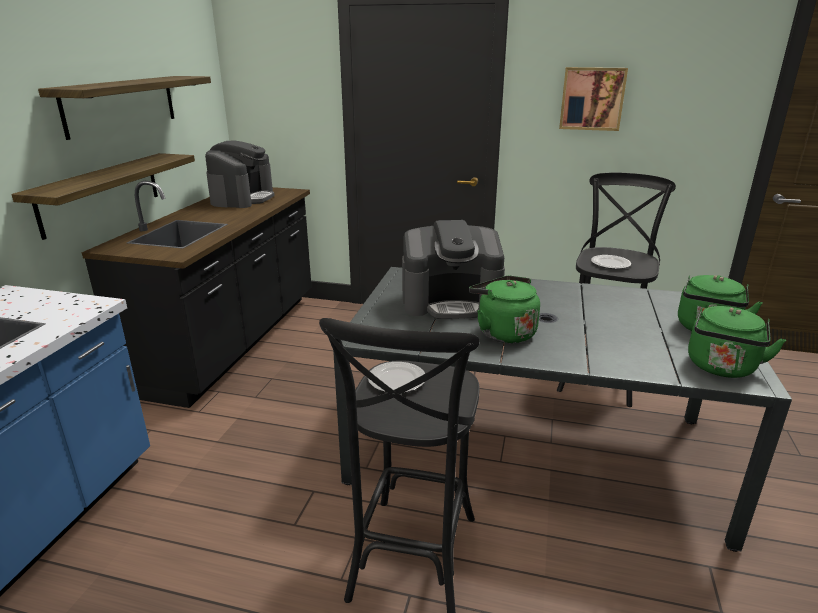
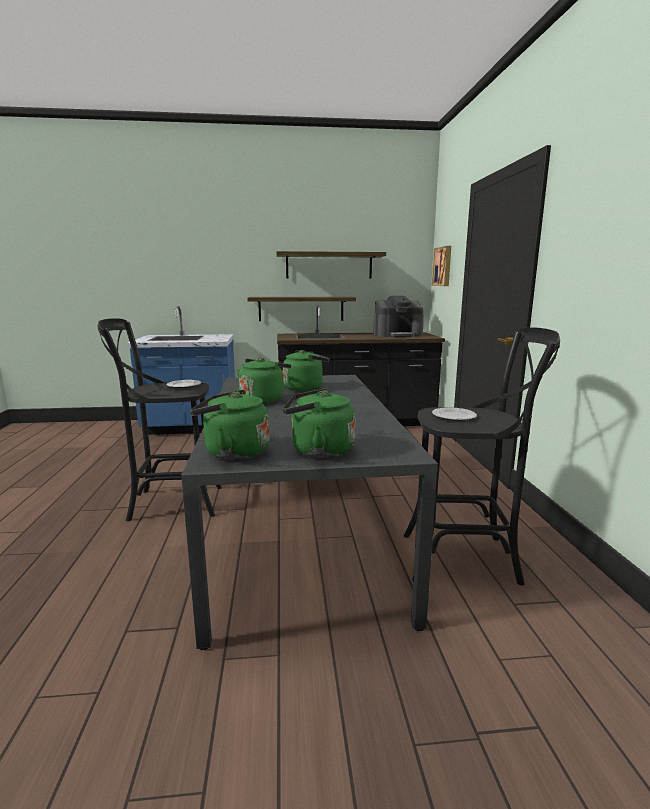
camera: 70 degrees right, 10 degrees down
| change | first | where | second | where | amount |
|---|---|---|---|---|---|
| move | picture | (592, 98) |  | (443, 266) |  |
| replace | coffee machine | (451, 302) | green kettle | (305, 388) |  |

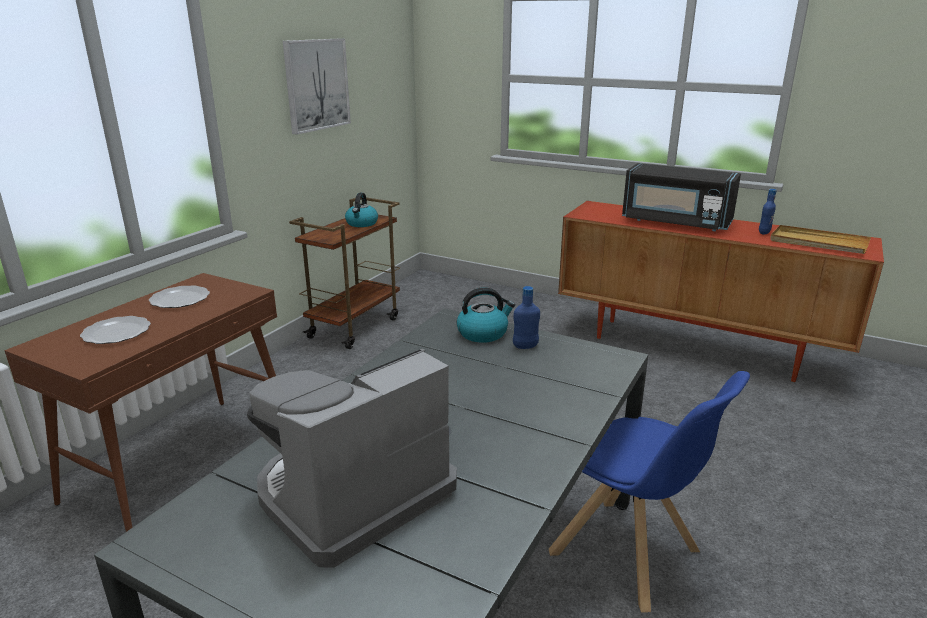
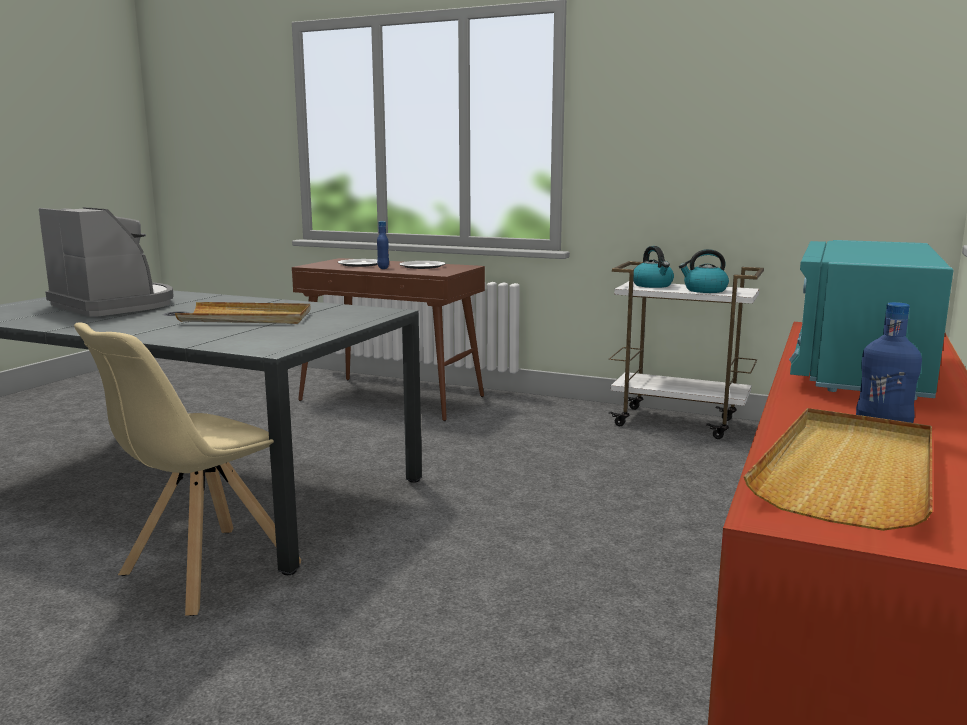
camera: 85 degrees right, 10 degrees down
| change | first | where | second | where | amount |
|---|---|---|---|---|---|
| delete | picture | (316, 85) |  |  |  |
| recolor | black microwave | (675, 222) | turquoise microwave | (860, 370) |  |
| recolor | brown cart | (356, 327) | white cart | (679, 423) |  |
| move | blue bottle | (525, 346) |  | (383, 268) |  |
| move | kettle | (483, 333) |  | (653, 285) |  |
| recolor | blue chair | (631, 555) | beige chair | (203, 572) |  |
| insert |  |  | beige tray | (247, 318) |  |

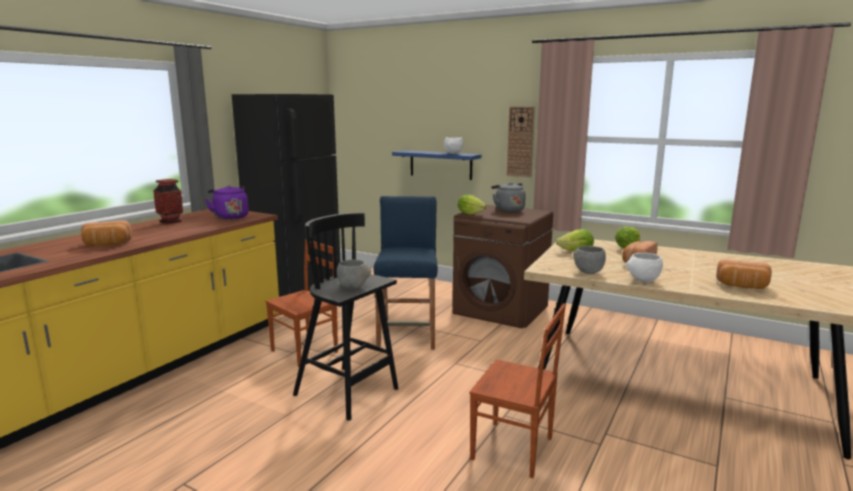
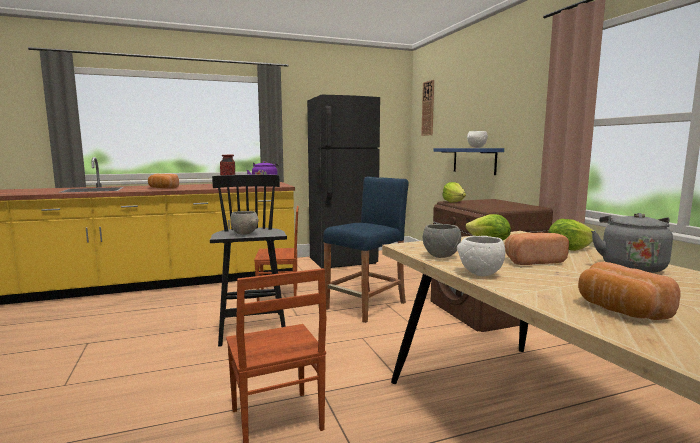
camera: 40 degrees right, 5 degrees down
| change | first | where | second | where | amount |
|---|---|---|---|---|---|
| move | wall clock | (520, 141) |  | (428, 108) |  |
| move | grey kettle | (508, 210) |  | (630, 266) |  |

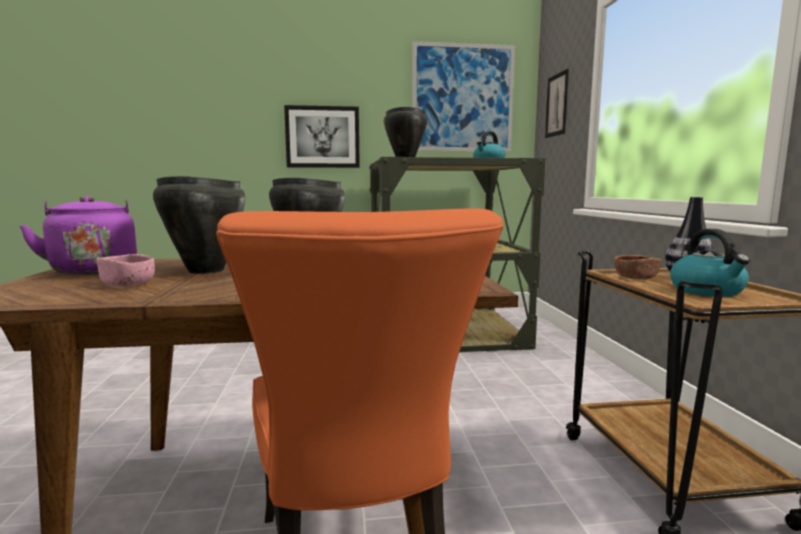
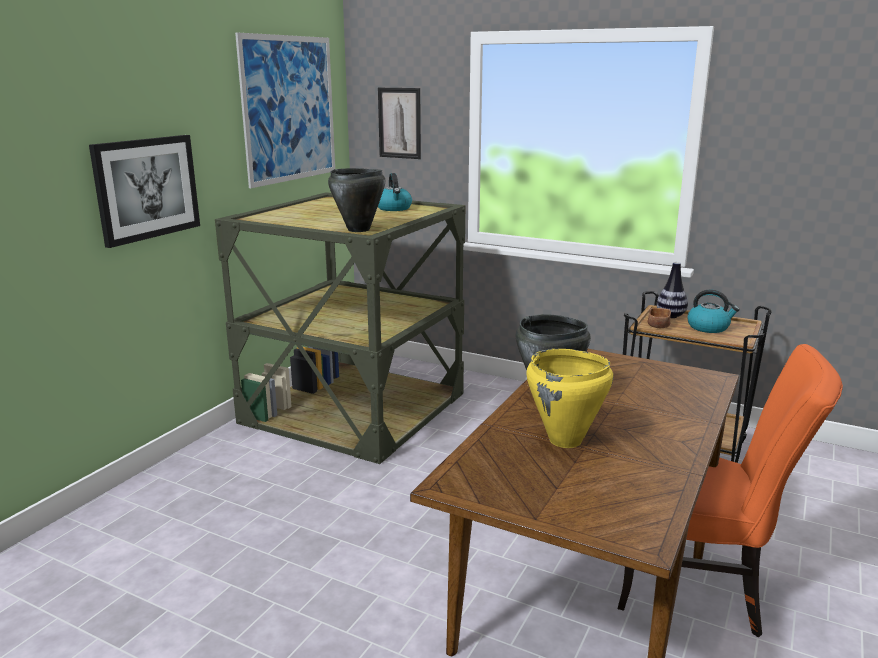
camera: 55 degrees left, 10 degrees up
| change | first | where | second | where | amount |
|---|---|---|---|---|---|
| recolor | black cooking pot | (205, 271) | yellow cooking pot | (565, 441) |  |
| delete | purple kettle | (93, 269) |  |  |  |
| delete | pink bowl | (127, 284) |  |  |  |

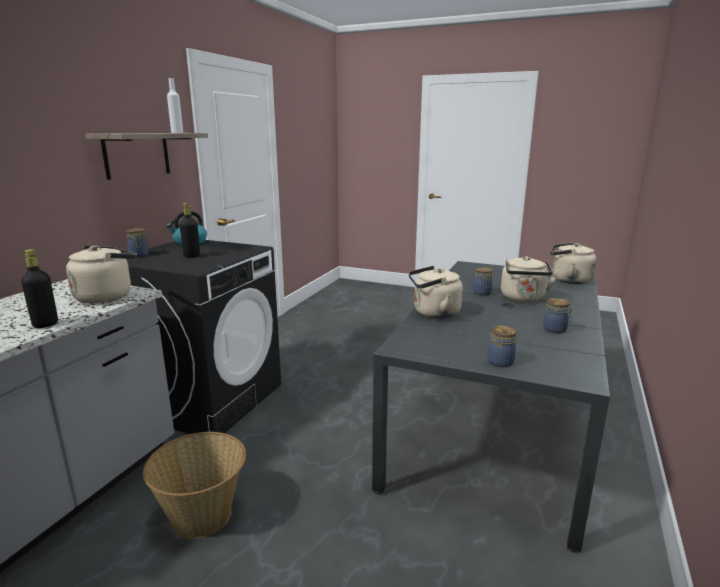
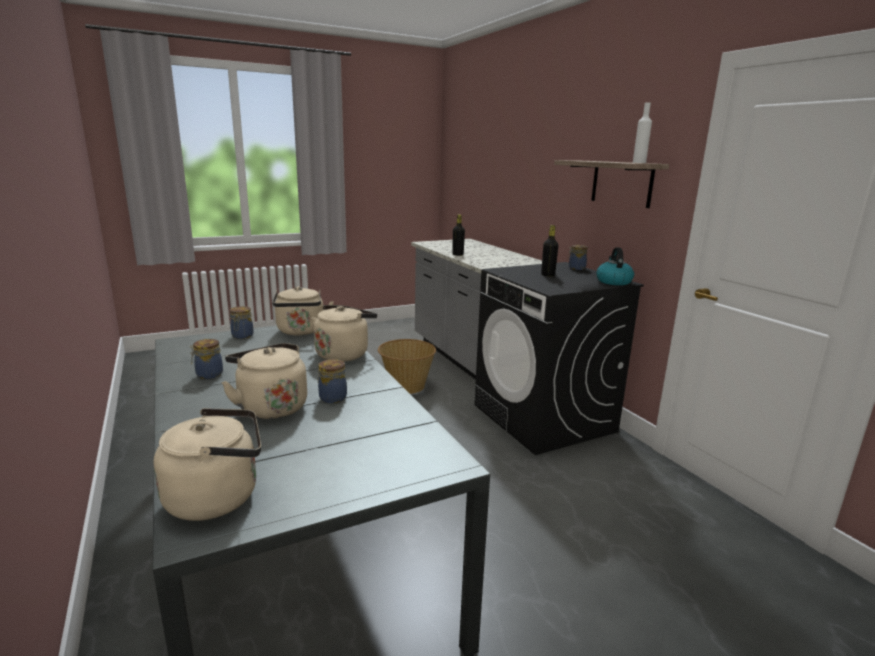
camera: 130 degrees right, 0 degrees up
| change | first | where | second | where | amount |
|---|---|---|---|---|---|
| move | beige kettle | (107, 296) |  | (301, 331) |  |

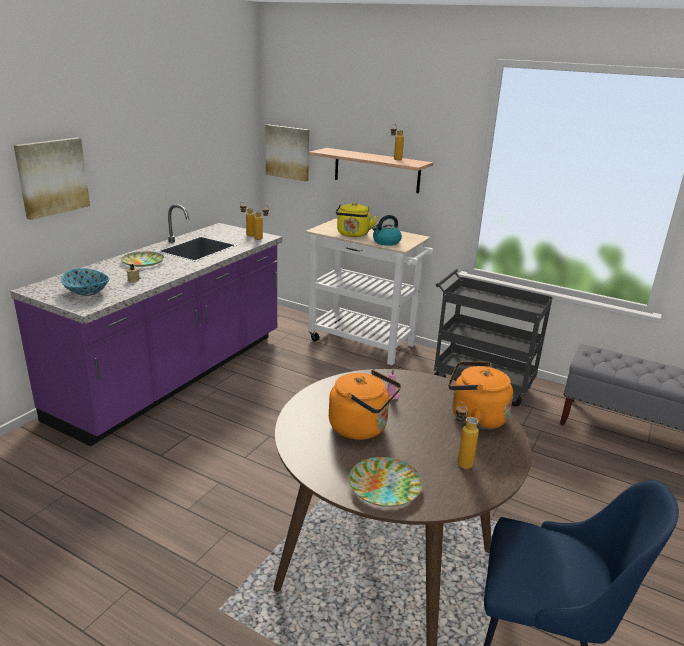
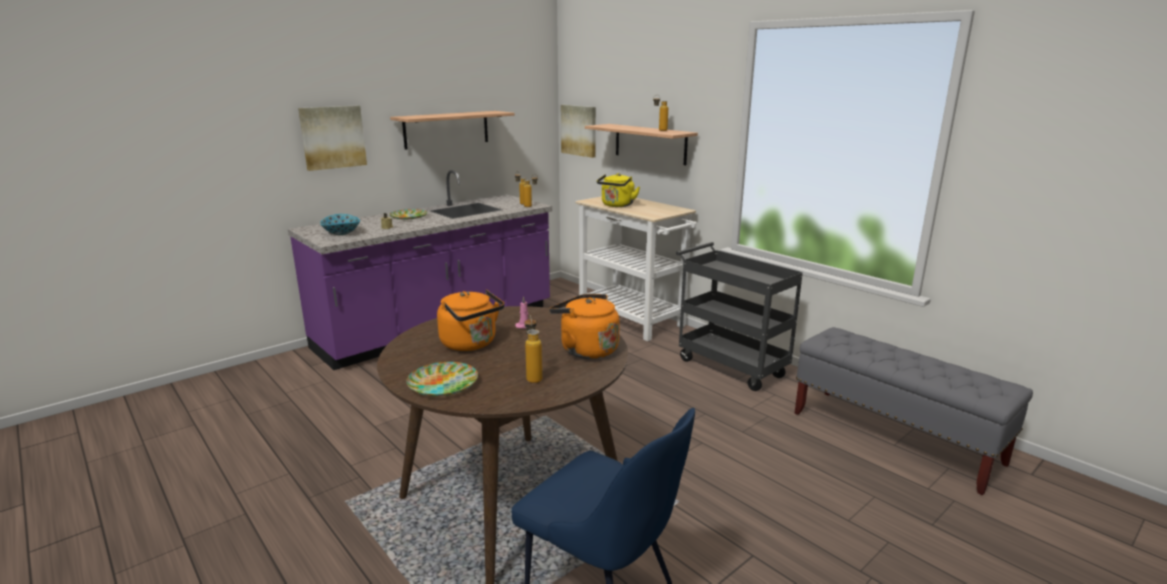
camera: 20 degrees right, 5 degrees down
| change | first | where | second | where | amount |
|---|---|---|---|---|---|
| delete | kettle | (386, 242) |  |  |  |
| insert |  |  | shelf | (446, 129) |  |

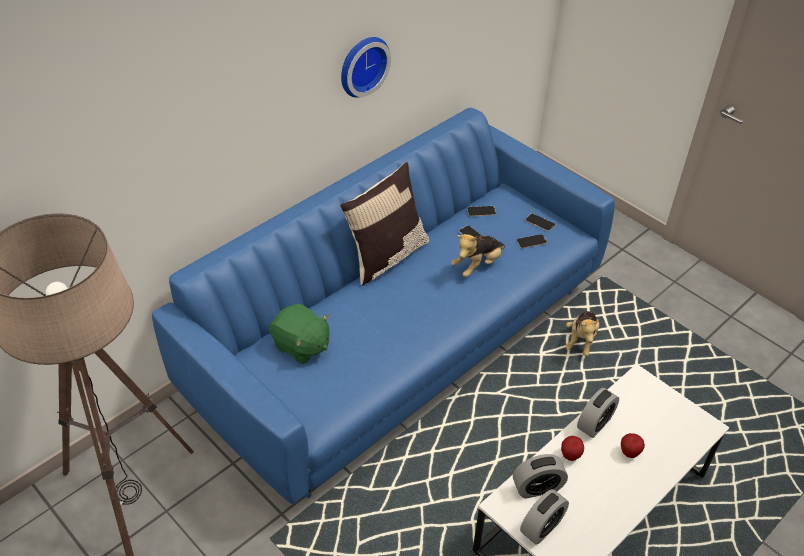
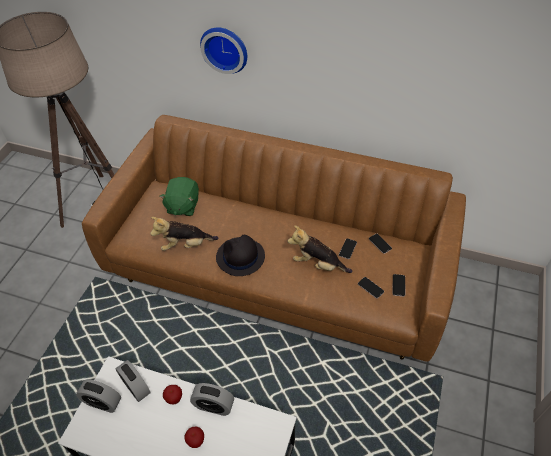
camera: 65 degrees right, 5 degrees up
| change | first | where | second | where | amount |
|---|---|---|---|---|---|
| move | wall clock | (361, 65) |  | (225, 48) |  |
| recolor | blue sofa | (399, 341) | brown sofa | (277, 271) |  |
| delete | pillow | (386, 257) |  |  |  |
| move | plush toy | (581, 340) |  | (185, 245) |  |
| insert |  |  | black hat | (240, 257) |  |

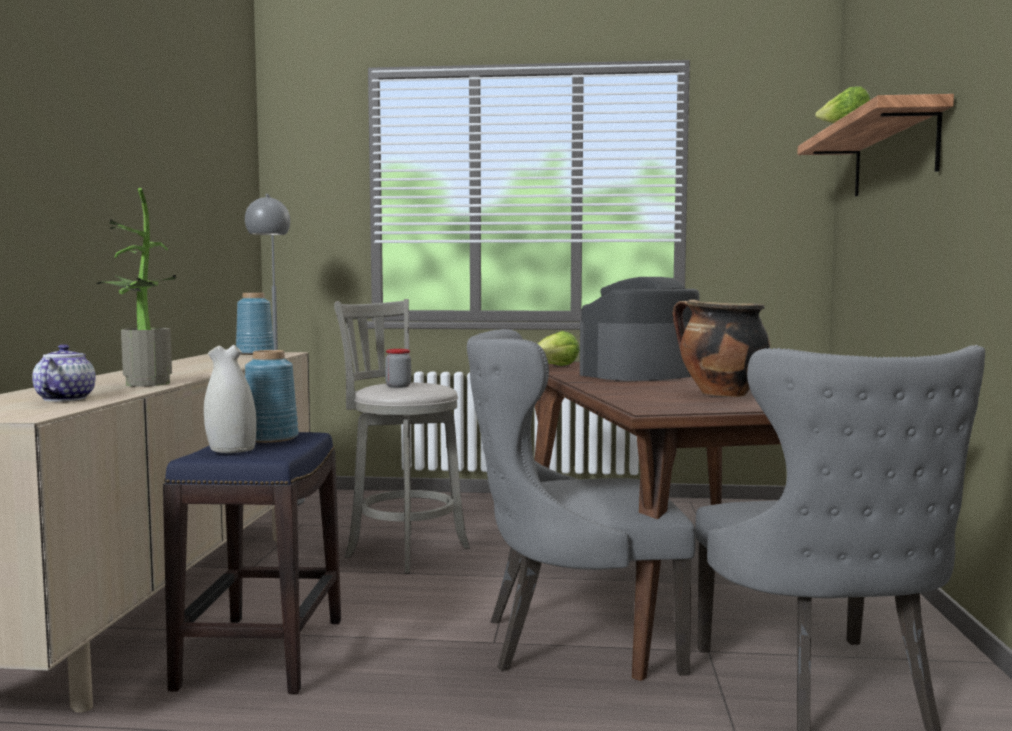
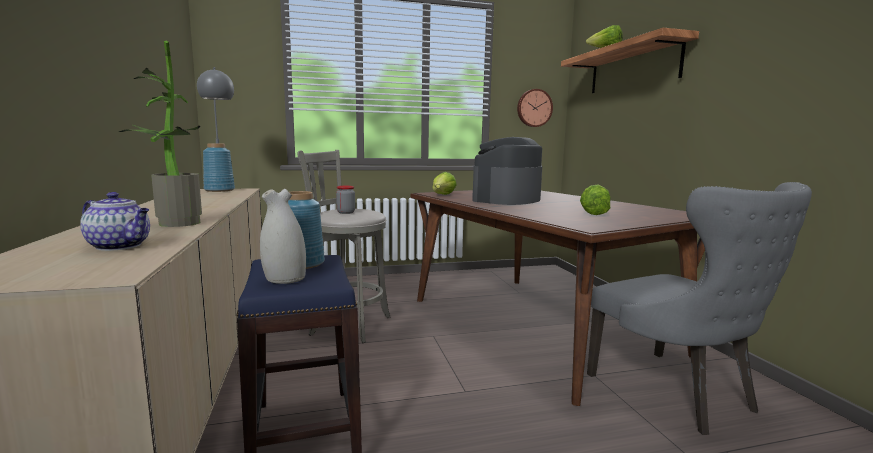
camera: 20 degrees left, 5 degrees up
| change | first | where | second | where | amount |
|---|---|---|---|---|---|
| replace | cooking pot | (720, 394) | lettuce | (592, 213) |  |
| delete | grey chair | (572, 641) |  |  |  |
| rotate | teapot | (65, 399) |  | (120, 246) | 135 degrees clockwise |
| insert |  |  | wall clock | (534, 108) |  |

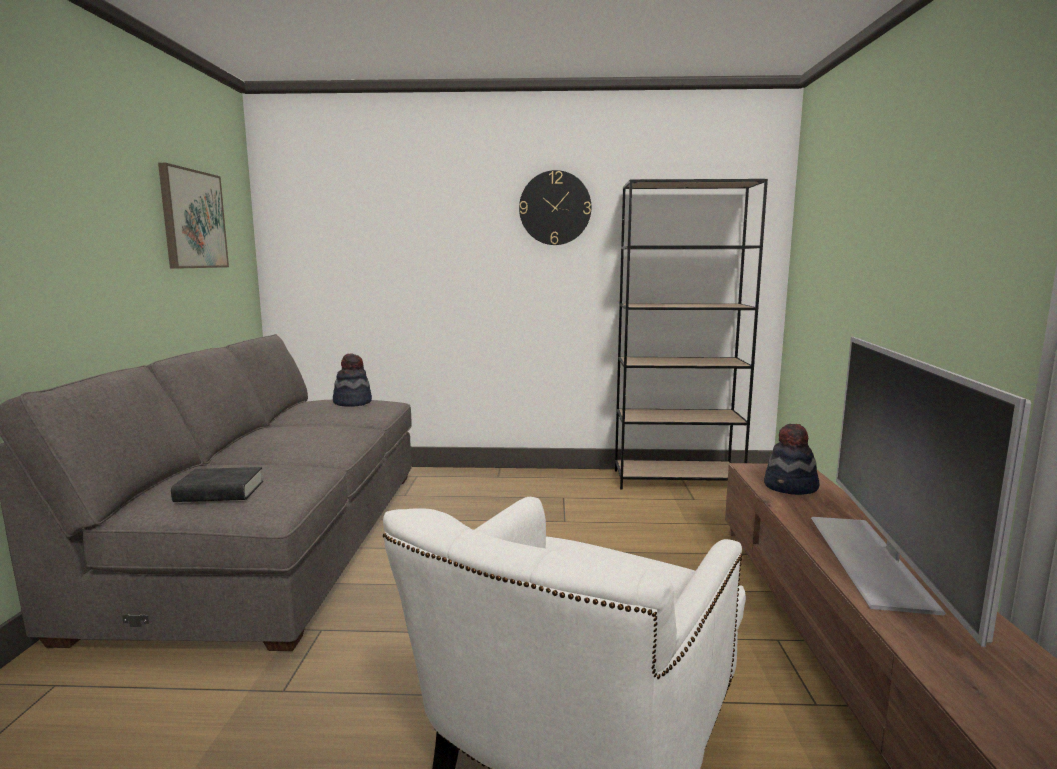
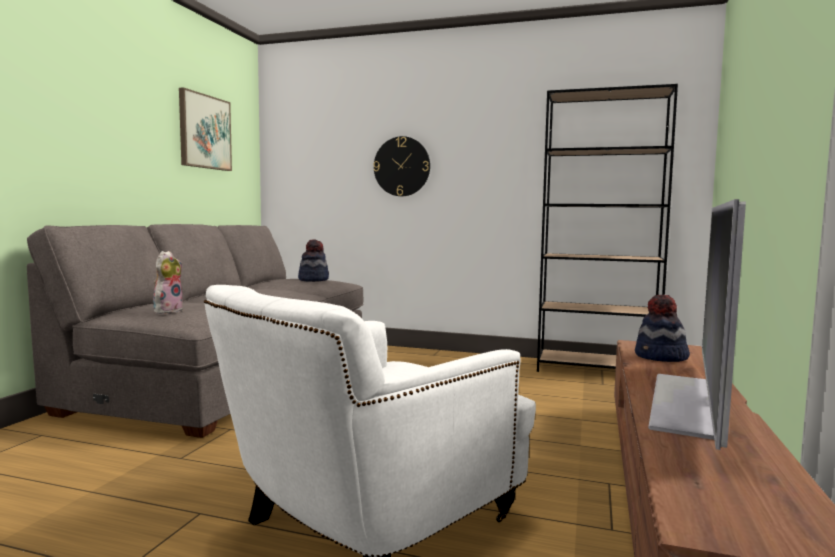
camera: 15 degrees right, 5 degrees down
| change | first | where | second | where | amount |
|---|---|---|---|---|---|
| move | wall clock | (555, 208) |  | (402, 166) |  |
| replace | black book | (219, 492) | plush toy | (167, 311) |  |

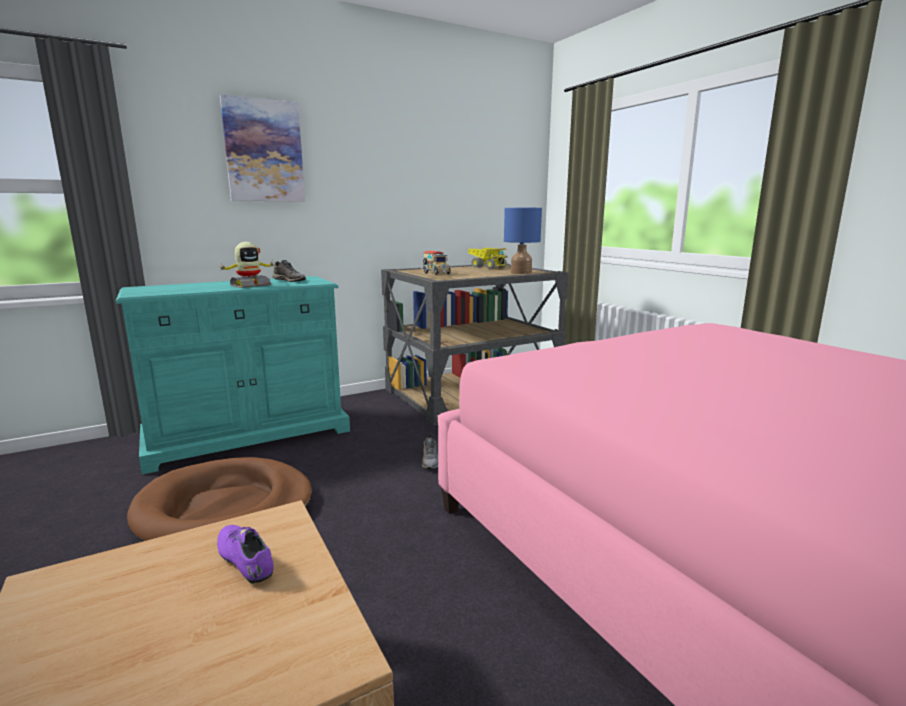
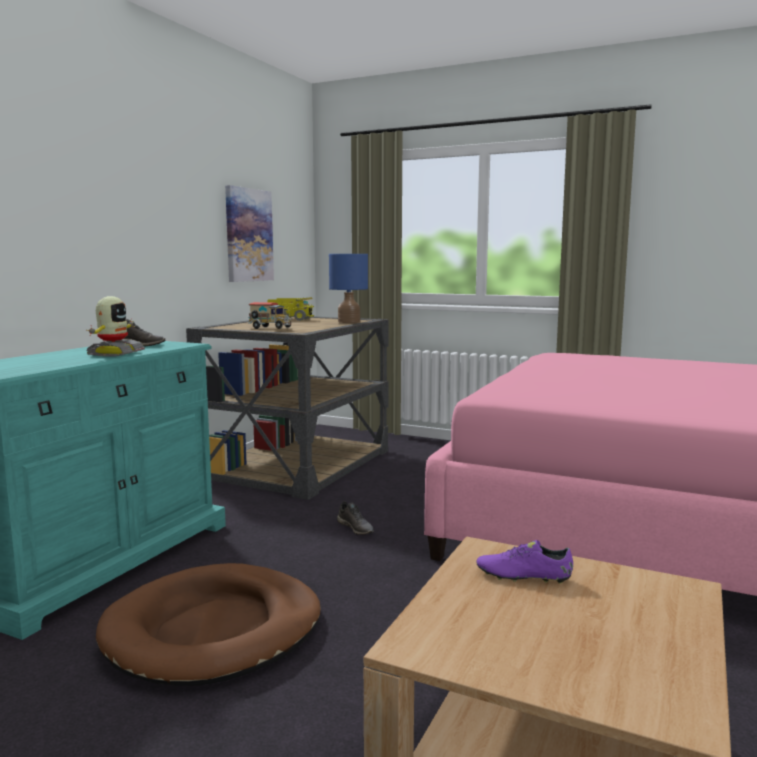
camera: 35 degrees left, 5 degrees down
| change | first | where | second | where | amount |
|---|---|---|---|---|---|
| move | picture | (264, 151) |  | (248, 235) |  |

